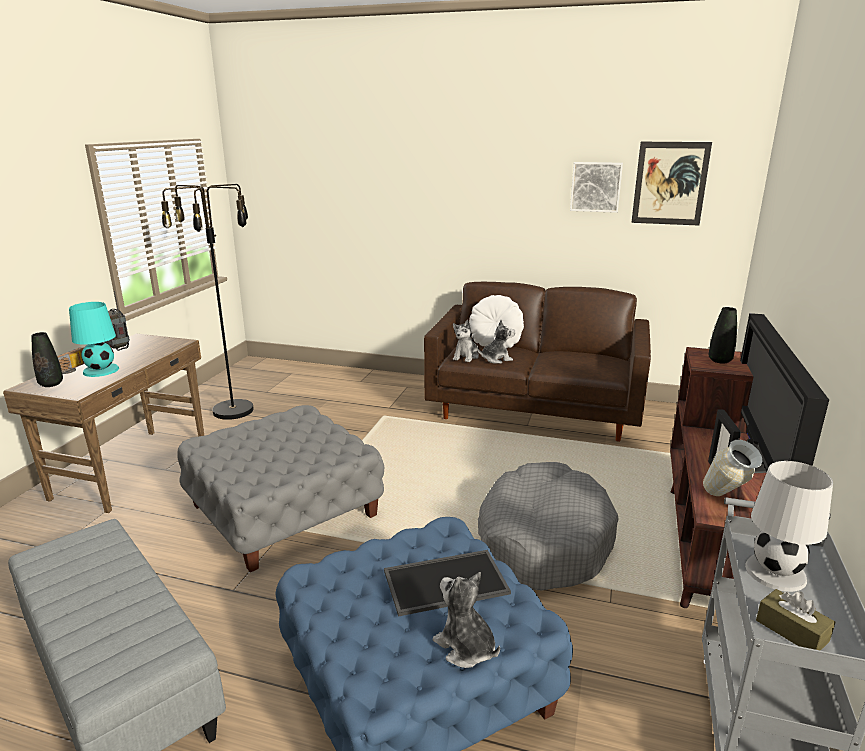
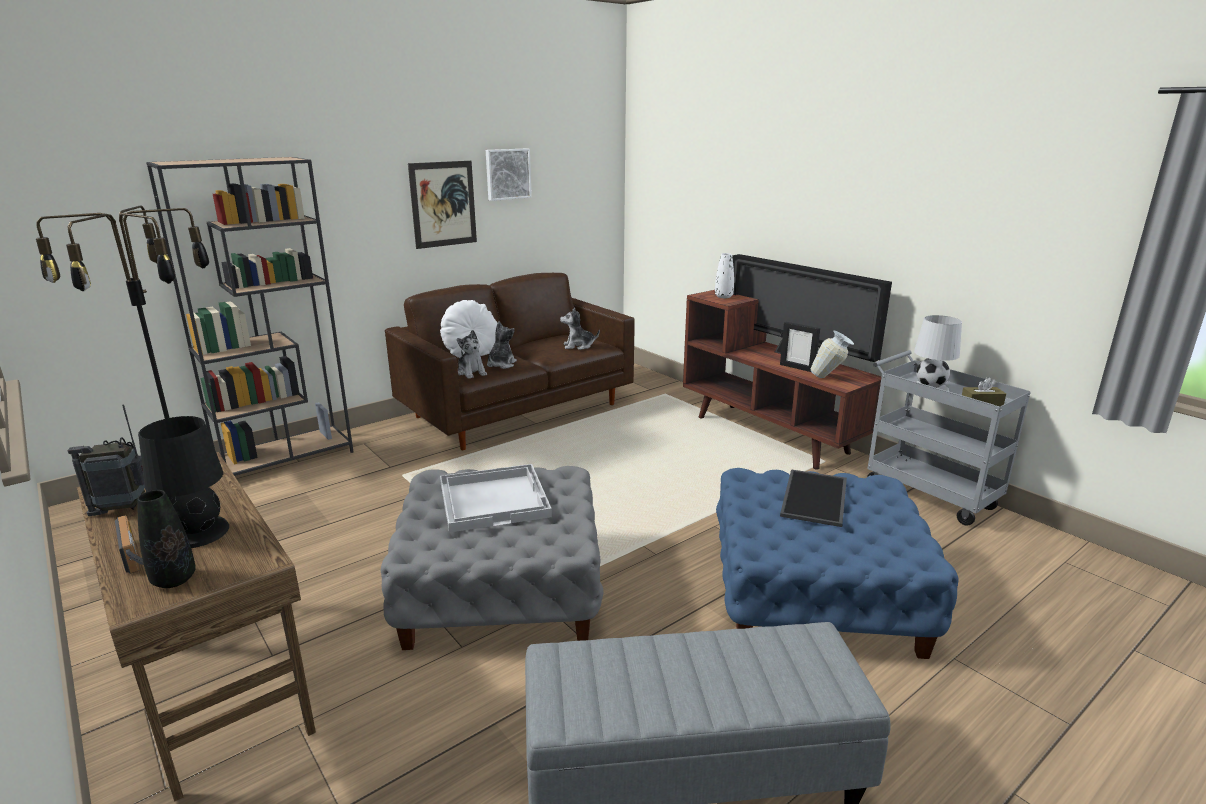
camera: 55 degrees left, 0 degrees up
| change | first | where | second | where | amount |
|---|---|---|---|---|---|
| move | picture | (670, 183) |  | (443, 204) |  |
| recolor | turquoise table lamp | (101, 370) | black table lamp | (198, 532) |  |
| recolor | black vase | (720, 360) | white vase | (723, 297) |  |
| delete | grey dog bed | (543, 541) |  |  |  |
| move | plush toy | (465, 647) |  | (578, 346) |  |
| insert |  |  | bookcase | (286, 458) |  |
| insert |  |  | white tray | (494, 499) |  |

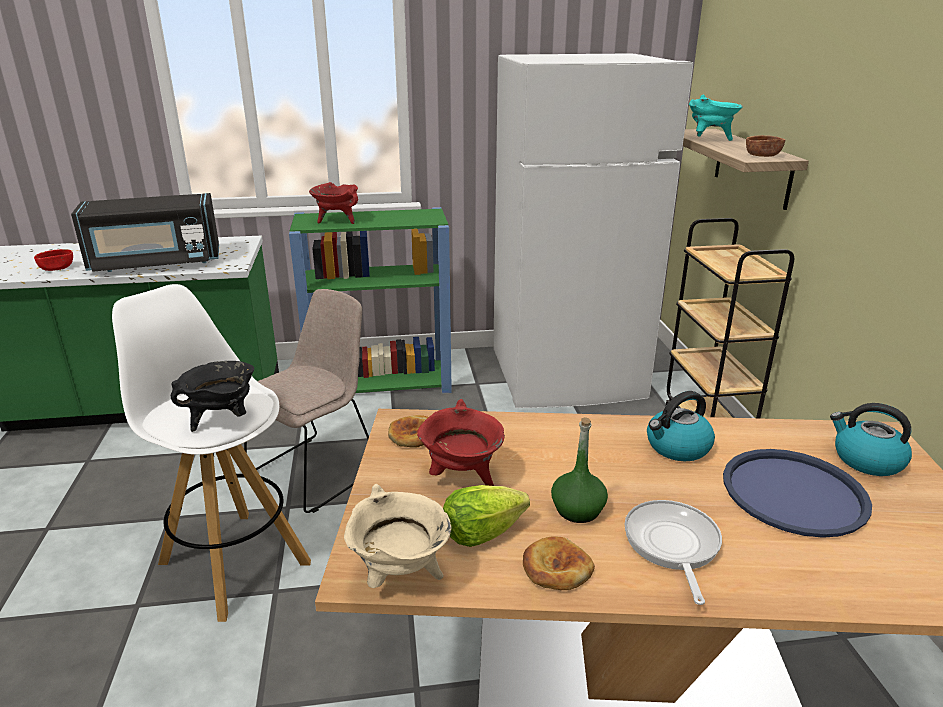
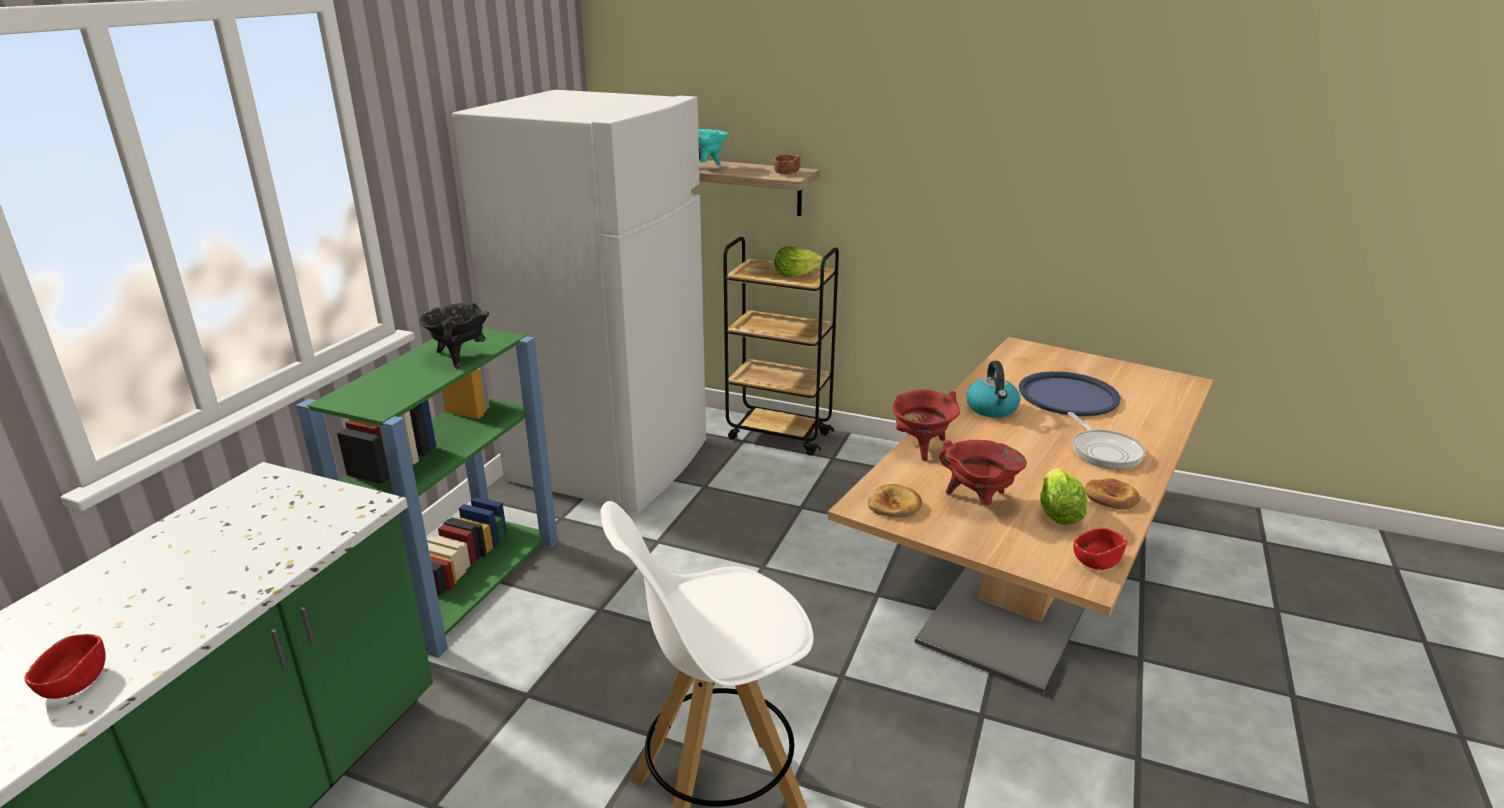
camera: 60 degrees left, 0 degrees up
| change | first | where | second | where | amount |
|---|---|---|---|---|---|
| move | red cooking pot | (337, 221) |  | (921, 447) |  |
| delete | black microwave | (156, 263) |  |  |  |
| delete | beige chair | (317, 470) |  |  |  |
| move | black cooking pot | (223, 420) |  | (459, 356) |  |
| delete | kettle | (866, 460) |  |  |  |
| delete | green bottle | (578, 510) |  |  |  |
| replace | beige cooking pot | (400, 576) | red bowl | (1096, 561) |  |
| rotate | frying pan | (672, 545) |  | (1104, 451) | 135 degrees counterclockwise |
| insert |  |  | lettuce | (795, 275) |  |

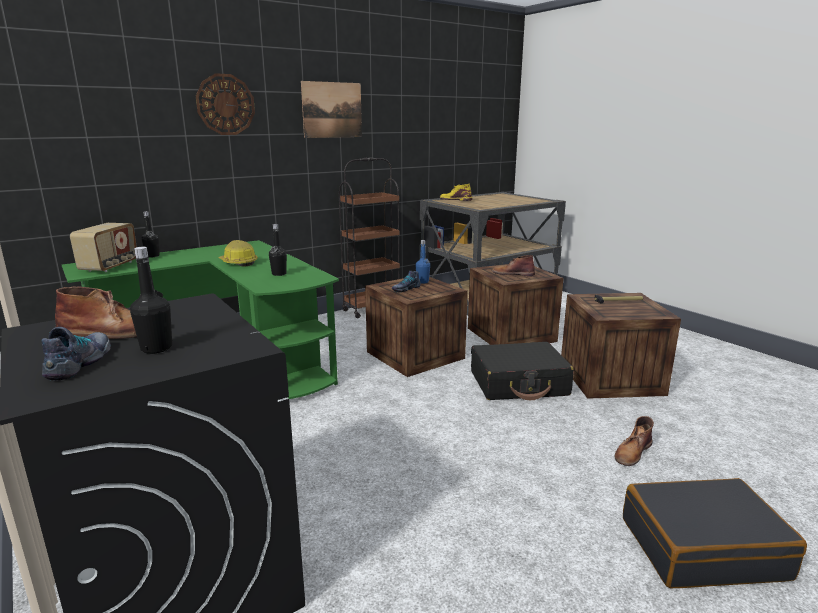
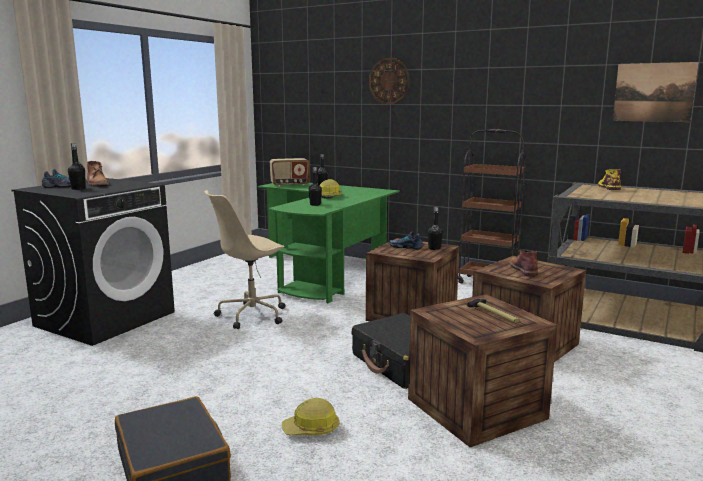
camera: 65 degrees right, 5 degrees down
| change | first | where | second | where | amount |
|---|---|---|---|---|---|
| move | picture | (332, 110) |  | (653, 92) |  |
| recolor | blue bottle | (422, 282) | black bottle | (434, 248) |  |
| replace | brown boot | (632, 452) | hard hat | (311, 429) |  |
| insert |  |  | beige office chair | (250, 316) |  |

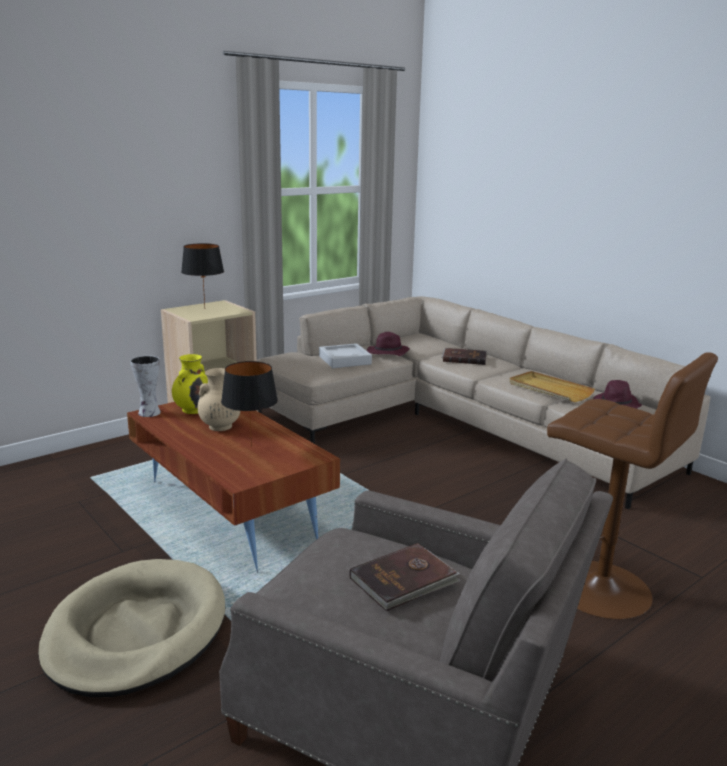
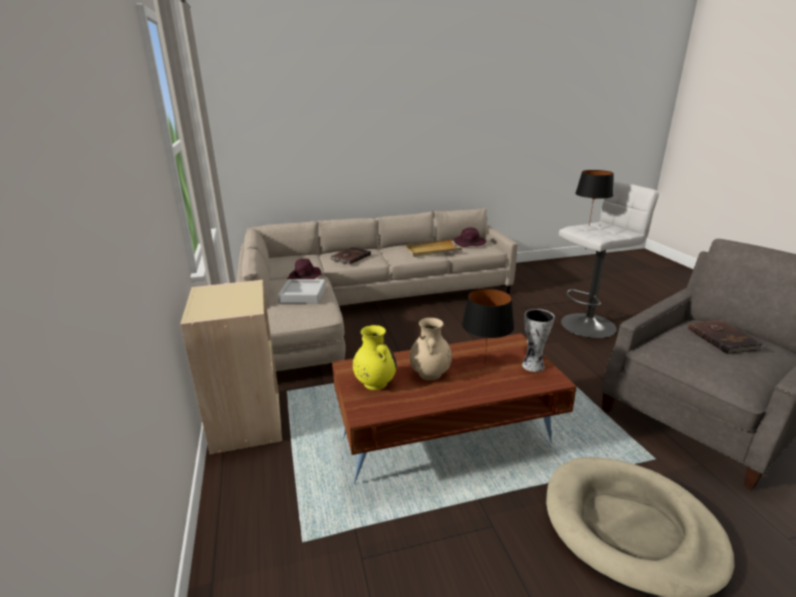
camera: 65 degrees left, 5 degrees up
| change | first | where | second | where | amount |
|---|---|---|---|---|---|
| move | black table lamp | (205, 308) |  | (588, 225) |  |
| recolor | brown stool | (602, 590) | white stool | (589, 325) |  |
| move | vase | (148, 413) |  | (533, 366) |  |

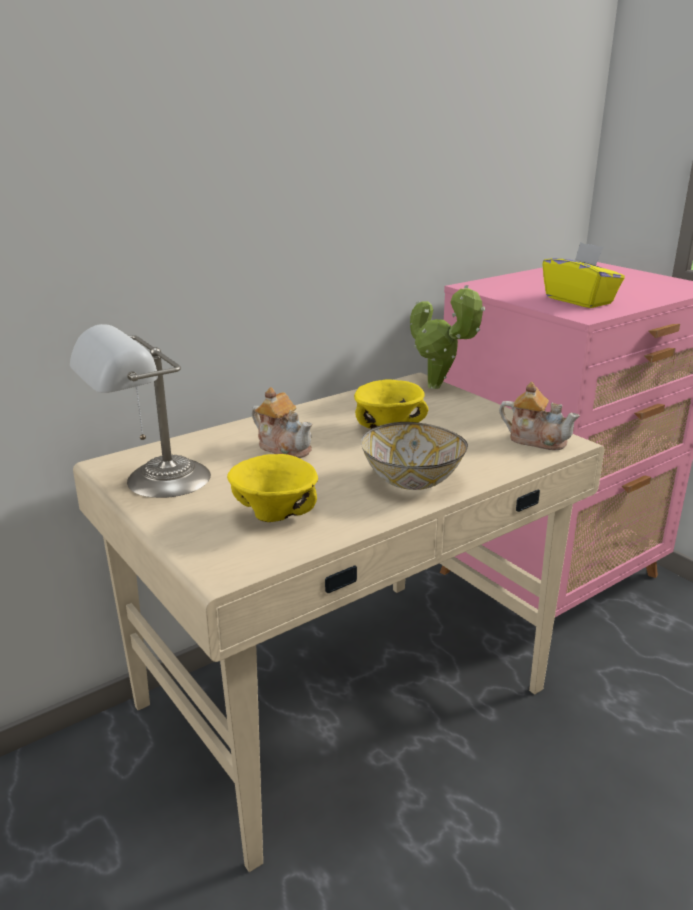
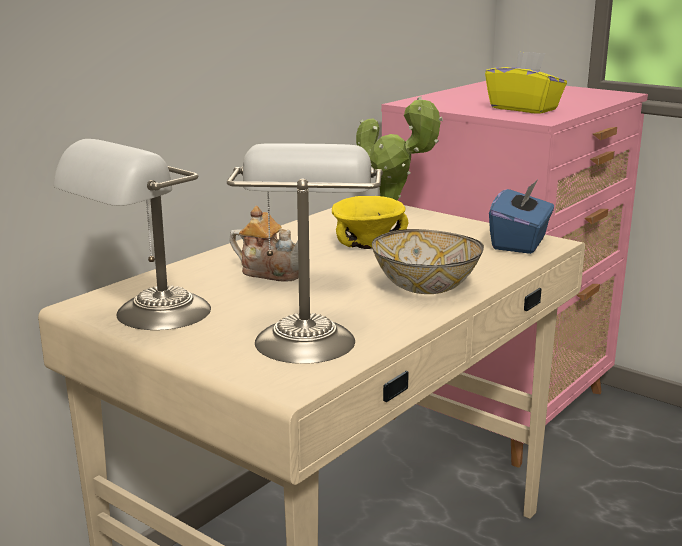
camera: 15 degrees left, 5 degrees down
| change | first | where | second | where | amount |
|---|---|---|---|---|---|
| replace | teapot | (536, 440) | blue tissue box | (520, 243) |  |
| replace | yellow bowl | (272, 516) | white table lamp | (304, 332) |  |

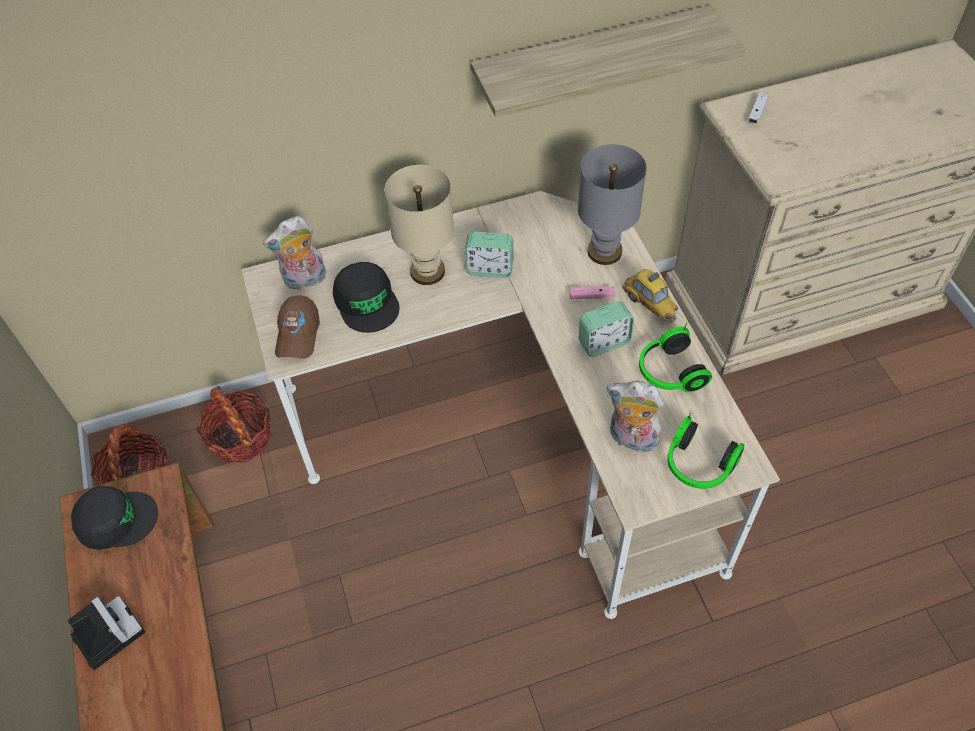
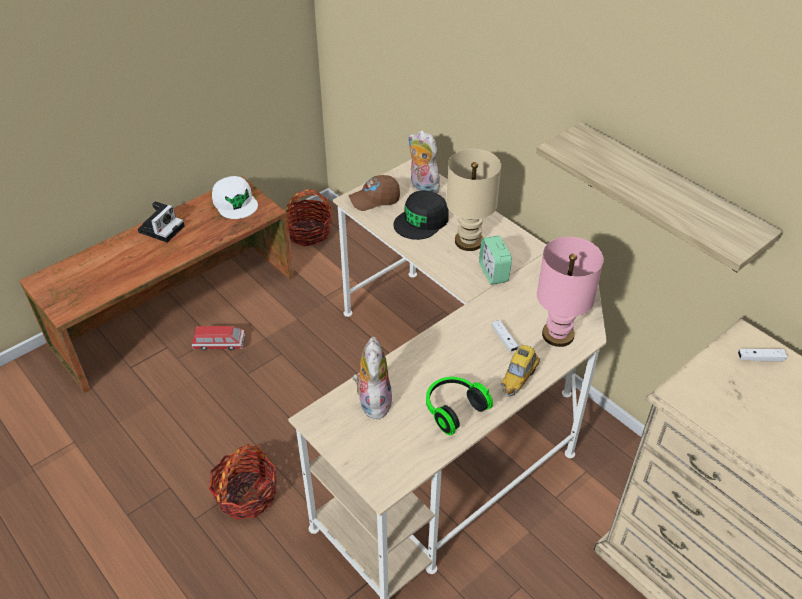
camera: 65 degrees right, 10 degrees down
| change | first | where | second | where | amount |
|---|---|---|---|---|---|
| recolor | grey table lamp | (605, 251) | pink table lamp | (558, 335) |  |
| recolor | pink game controller | (591, 296) | white game controller | (504, 339) |  |
| delete | alarm clock | (604, 342) |  |  |  |
| move | basket | (240, 437) |  | (246, 494) |  |
| delete | headphones | (698, 466) |  |  |  |
| recolor | black cap | (116, 520) | white cap | (235, 202) |  |
| insert |  |  | toy car | (219, 344) |  |

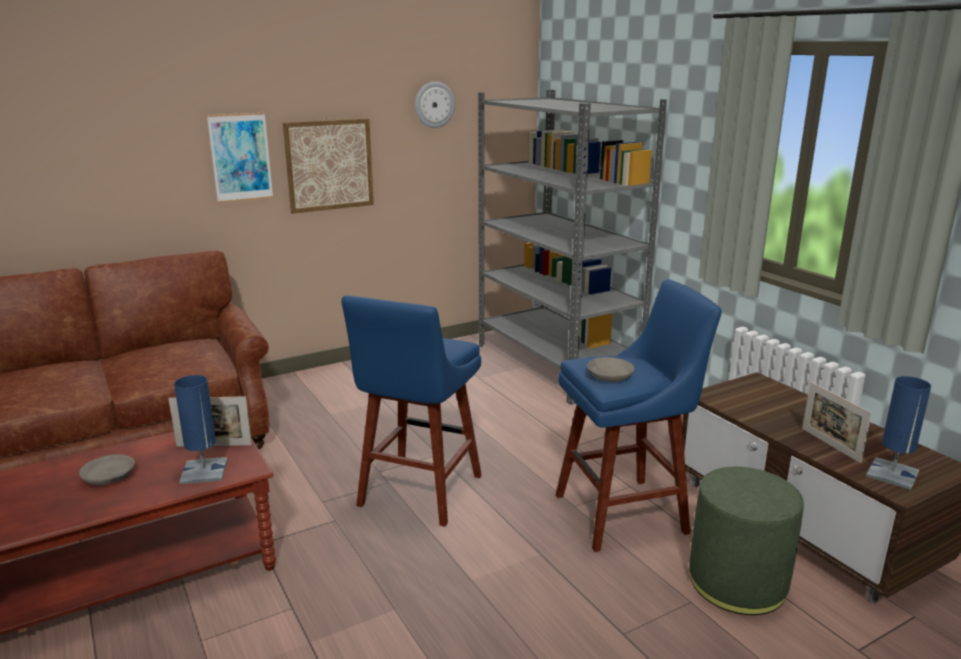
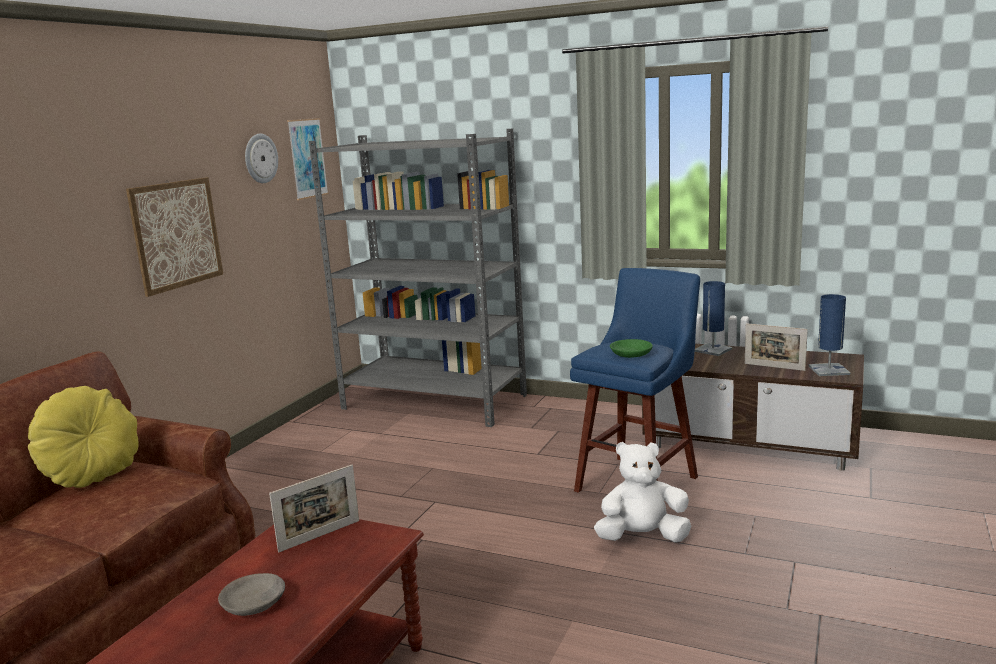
camera: 35 degrees left, 5 degrees down
| change | first | where | second | where | amount |
|---|---|---|---|---|---|
| move | picture | (240, 157) |  | (307, 158) |  |
| delete | blue stool | (418, 492) |  |  |  |
| recolor | grey bowl | (609, 376) | green bowl | (630, 354) |  |
| move | blue table lamp | (204, 471) |  | (713, 350) |  |
| delete | green ottoman | (737, 582) |  |  |  |
| insert |  |  | yellow pillow | (93, 478) |  |
| insert |  |  | white plush toy | (642, 537) |  |

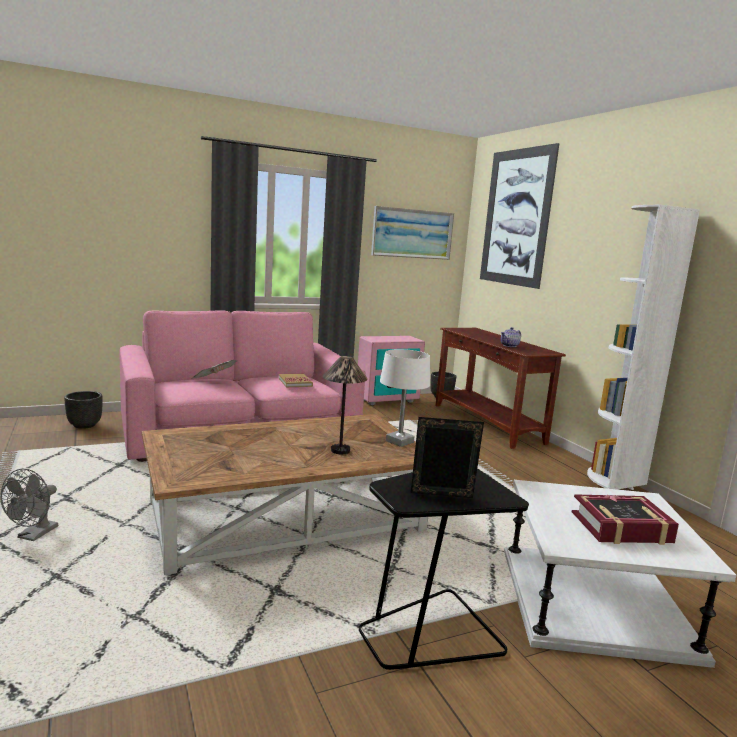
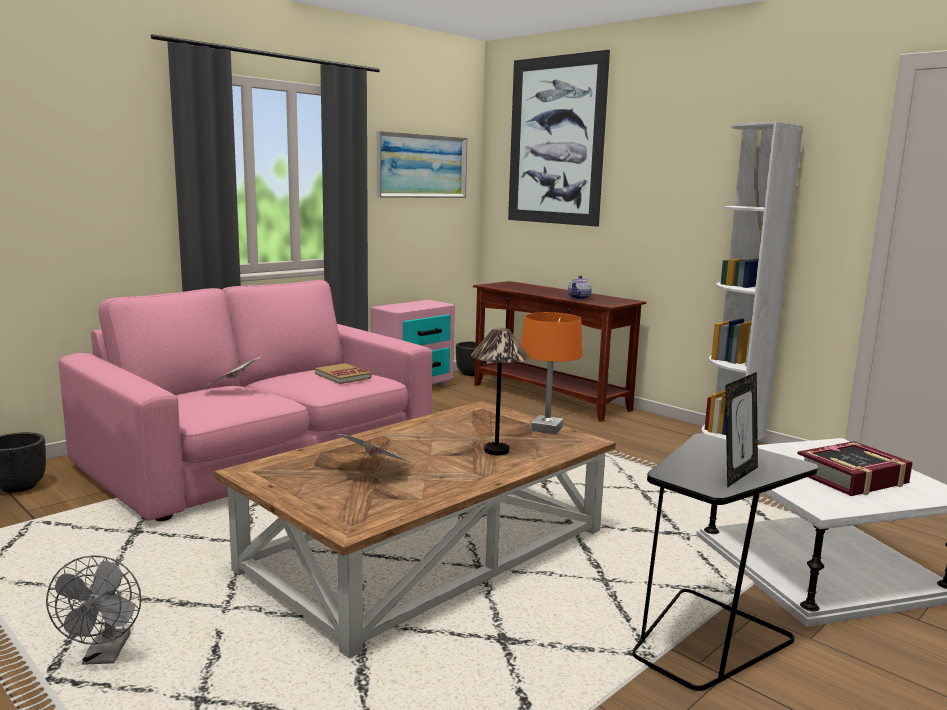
camera: 20 degrees left, 0 degrees up
| change | first | where | second | where | amount |
|---|---|---|---|---|---|
| recolor | white table lamp | (400, 441) | orange table lamp | (547, 429) |  |
| rotate | picture frame | (442, 497) |  | (737, 475) | 150 degrees clockwise |
| insert |  |  | newspaper | (375, 470) |  |

